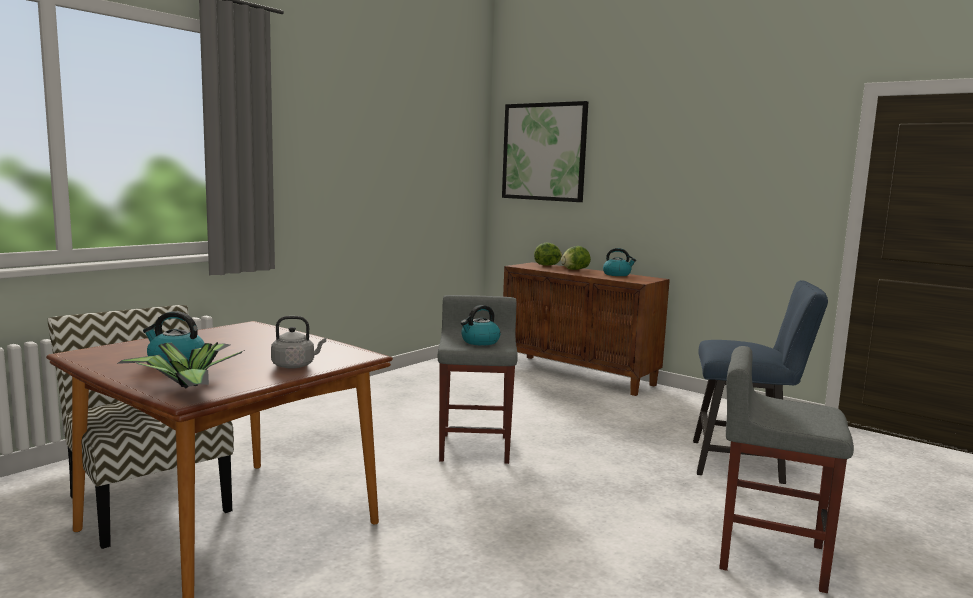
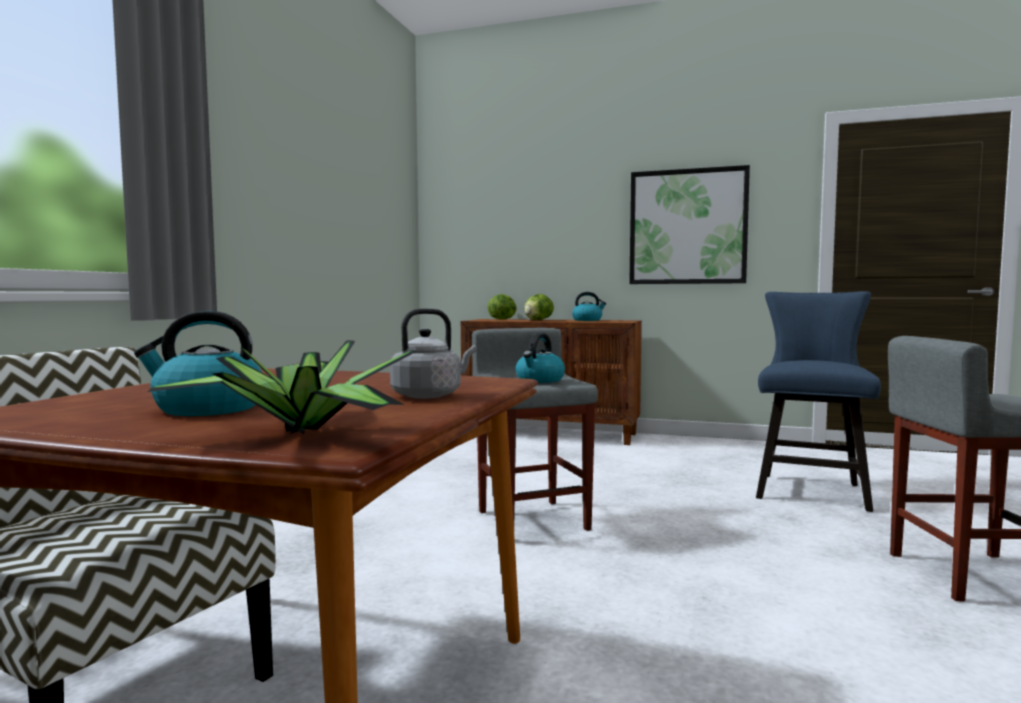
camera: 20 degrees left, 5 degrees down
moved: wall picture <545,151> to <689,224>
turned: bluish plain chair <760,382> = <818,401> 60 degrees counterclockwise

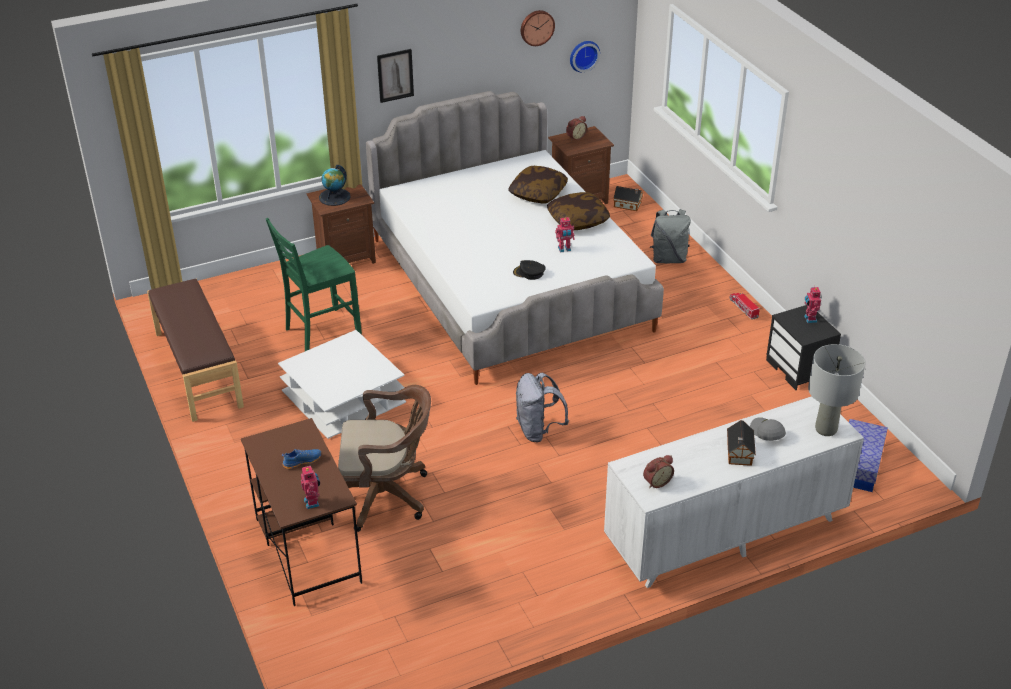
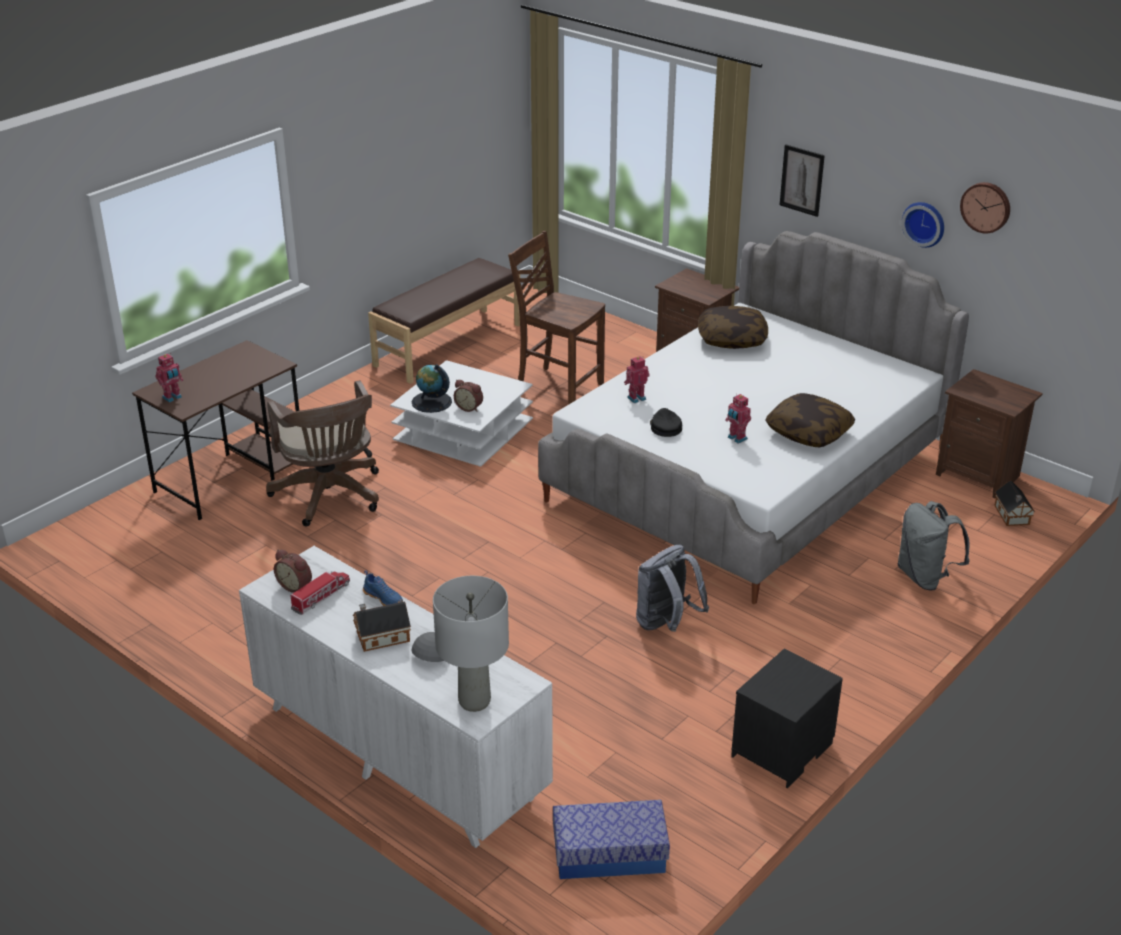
camera: 65 degrees right, 5 degrees down
moved: bluish item of footwear <301,459> to <383,588>; globe <335,185> to <432,388>; cushion <538,184> to <733,327>; grey backpack <542,407> to <672,588>; alarm clock <576,128> to <468,396>; hanging clock <585,56> to <923,225>; toy lorry <744,306> to <320,593>; robot figure <812,304> to <637,379>
recoloured: greenish plain chair <314,284> to brown plain chair <556,317>

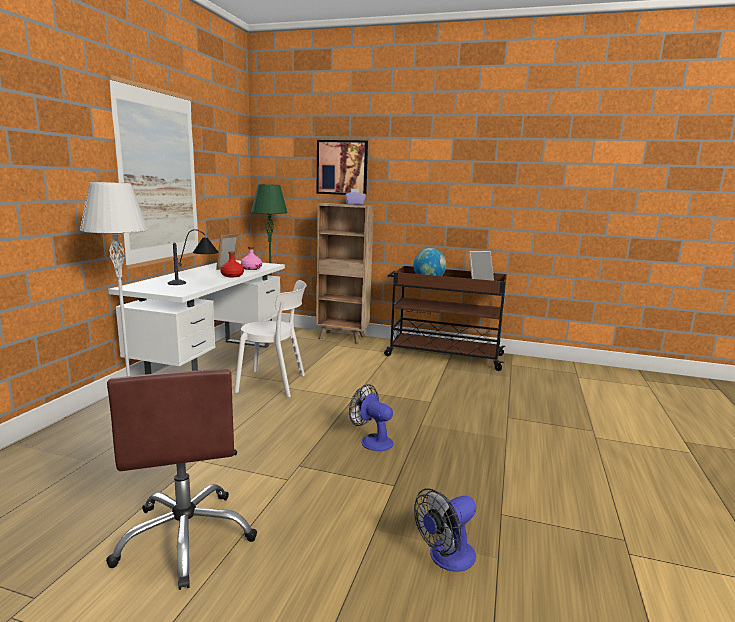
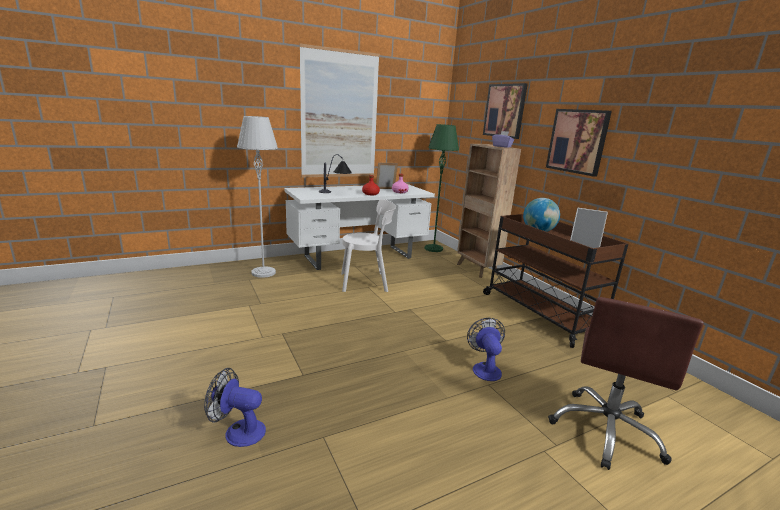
camera: 45 degrees right, 5 degrees up
added: wall picture <579,143>
moved: brown office chair <181,479> to <626,383>; electric fan <371,417> to <486,349>
turned: whitish plain chair <270,338> = <368,245> 60 degrees counterclockwise

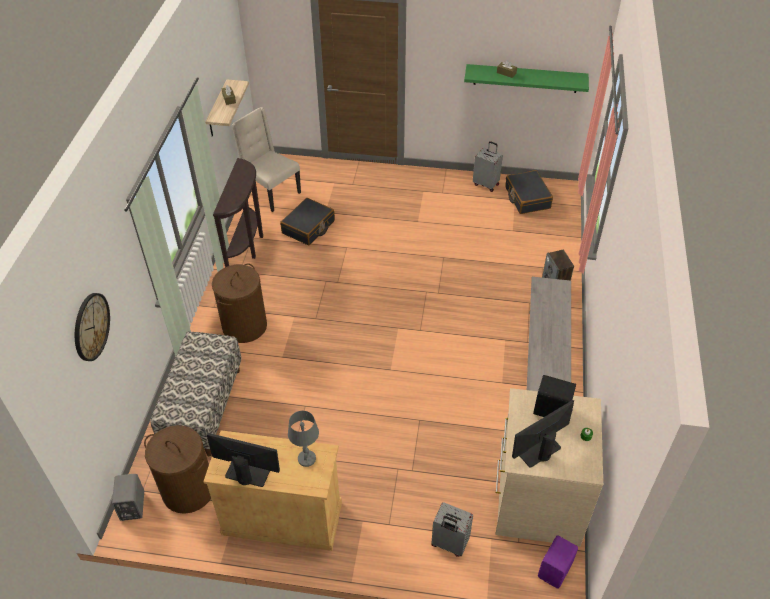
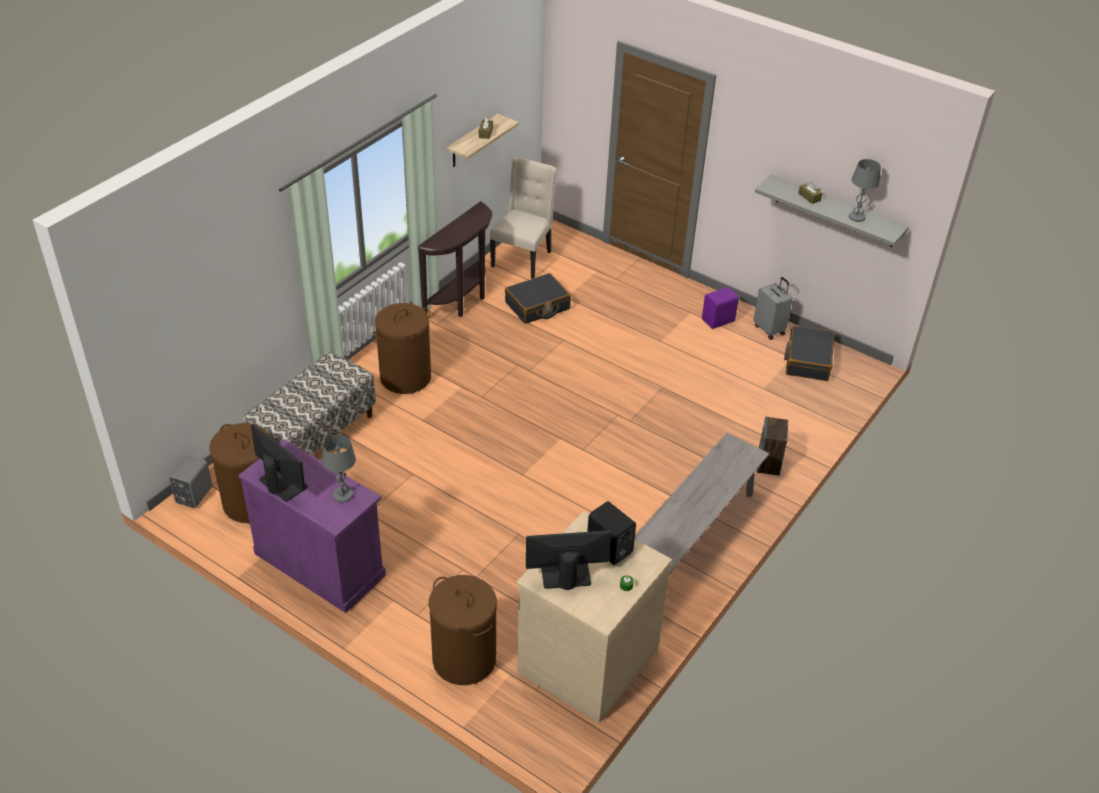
camera: 25 degrees right, 5 degrees down
removed: hanging clock <92,327>
added: grey lamp for a table <865,190>
moved: purplish speaker <558,562> to <720,308>
replaced: grey piece of luggage <452,529> to brown laundry basket <462,630>
recoloured: sand-coloured storage cabinet <272,490> to purplish storage cabinet <312,526>; greenish shelf <526,78> to grey shelf <832,210>
turned: sand-coloured plain chair <266,159> = <523,218> 45 degrees clockwise

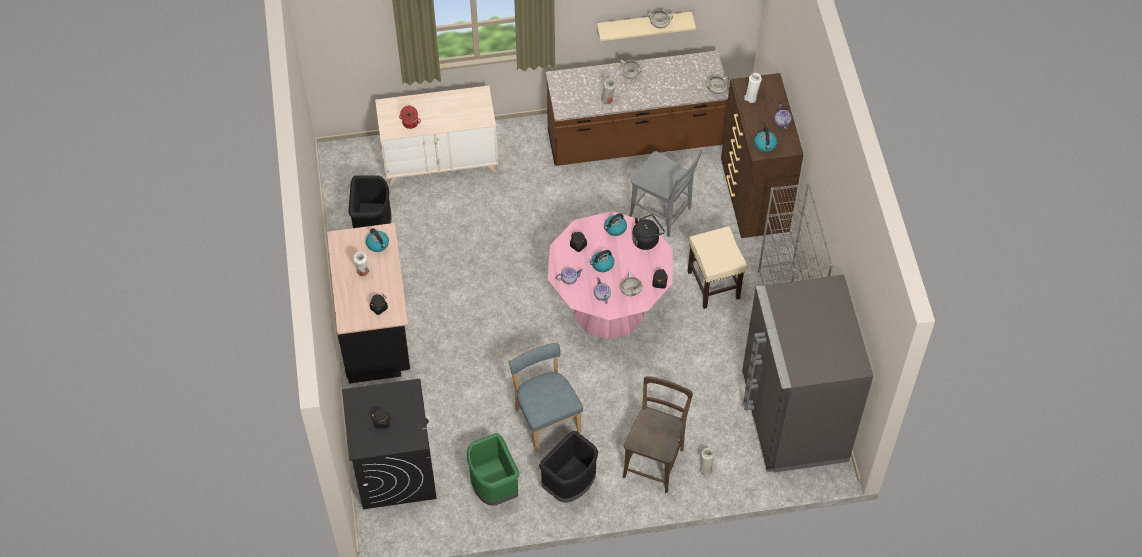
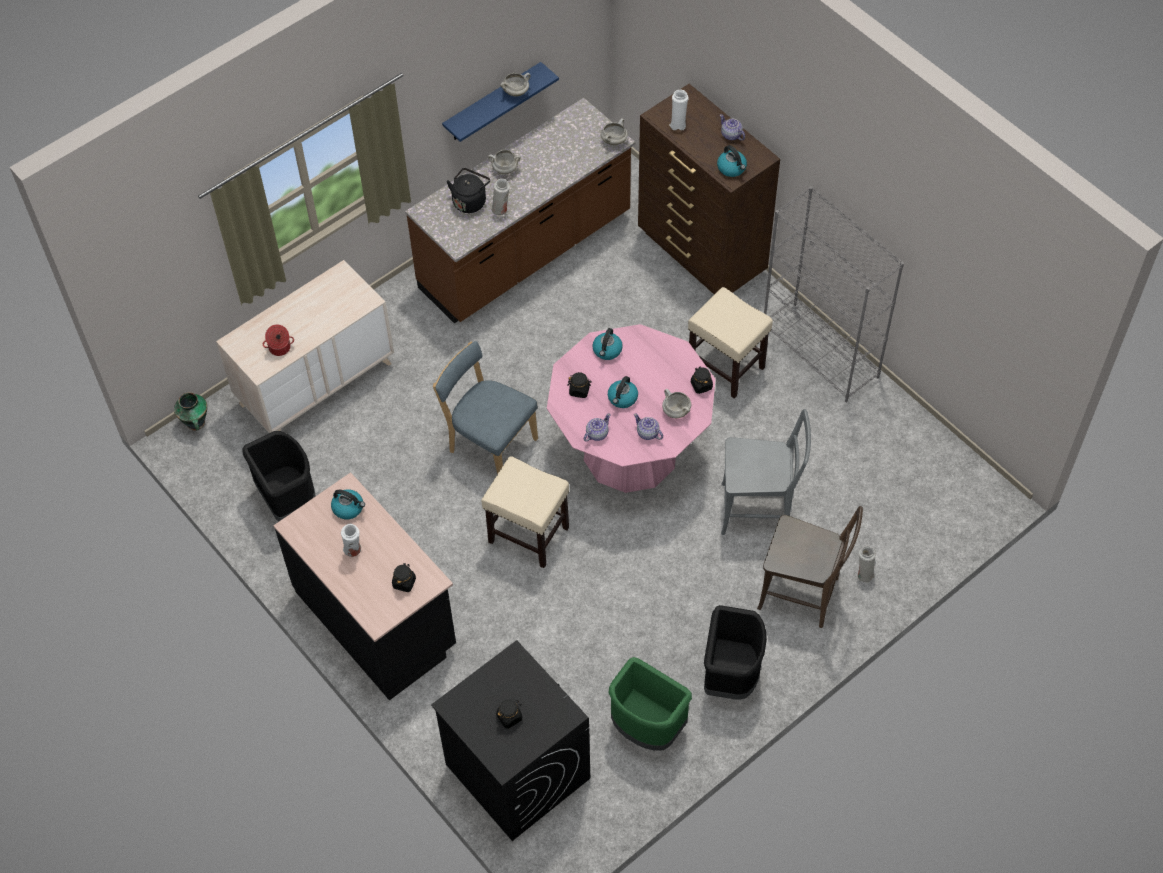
camera: 30 degrees left, 0 degrees up
removed: grey fridge <807,373>
added: vase <190,411>; sand-coloured stool <525,512>
moved: bluish plain chair <545,396> to <485,407>; grey plain chair <665,193> to <766,472>; black-coloured tea kettle <648,232> to <468,190>
recoloured: sand-coloured shelf <646,26> to bluish shelf <500,102>
turned: brown plain chair <657,434> = <810,567> 120 degrees clockwise

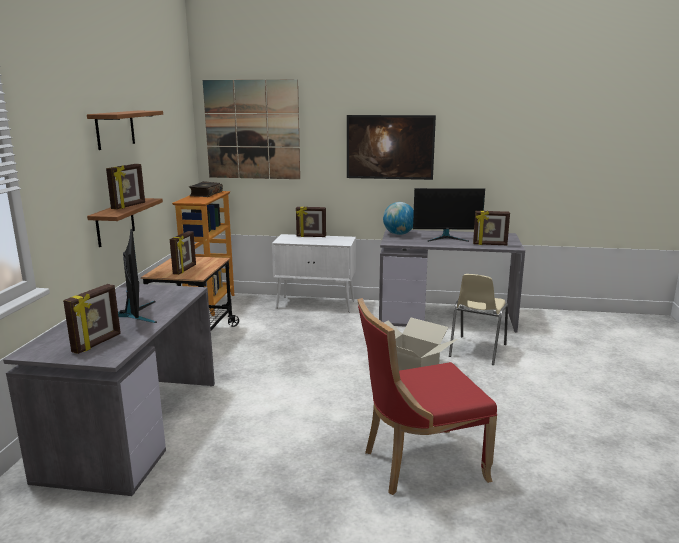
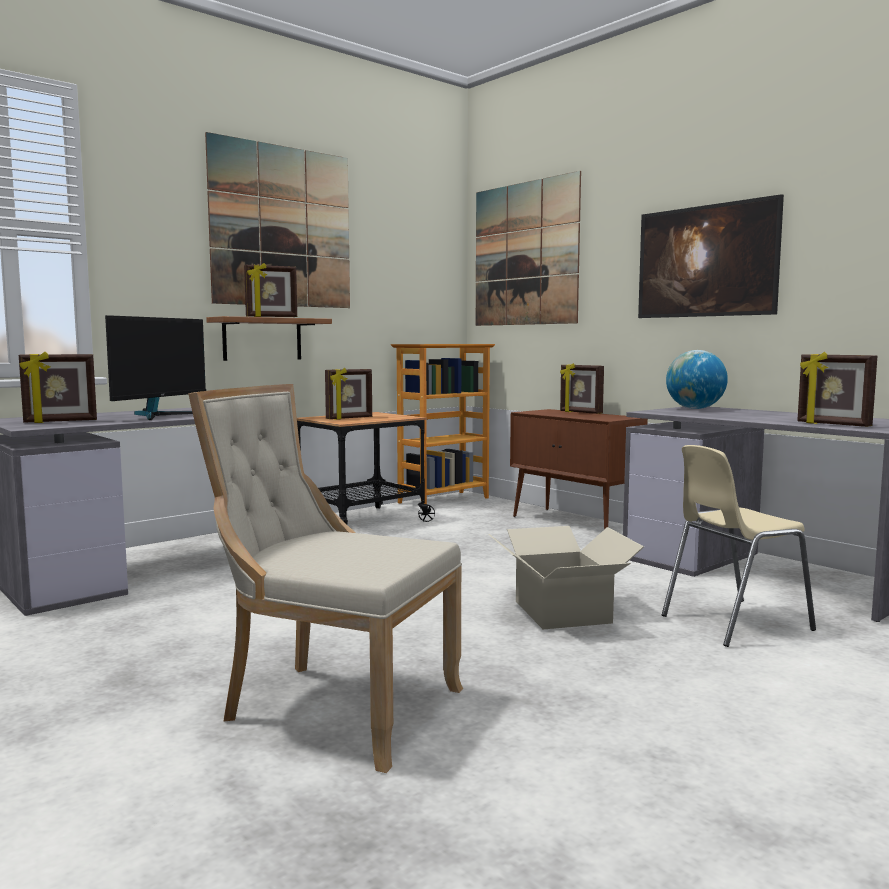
camera: 40 degrees right, 10 degrees down
removed: book <206,189>; computer screen <449,215>
replaced: shelf <125,130> to wall picture <277,220>
recoloured: whitish storage cabinet <314,273> to brown storage cabinet <579,469>; red-coloured plain chair <427,396> to sand-coloured plain chair <325,578>

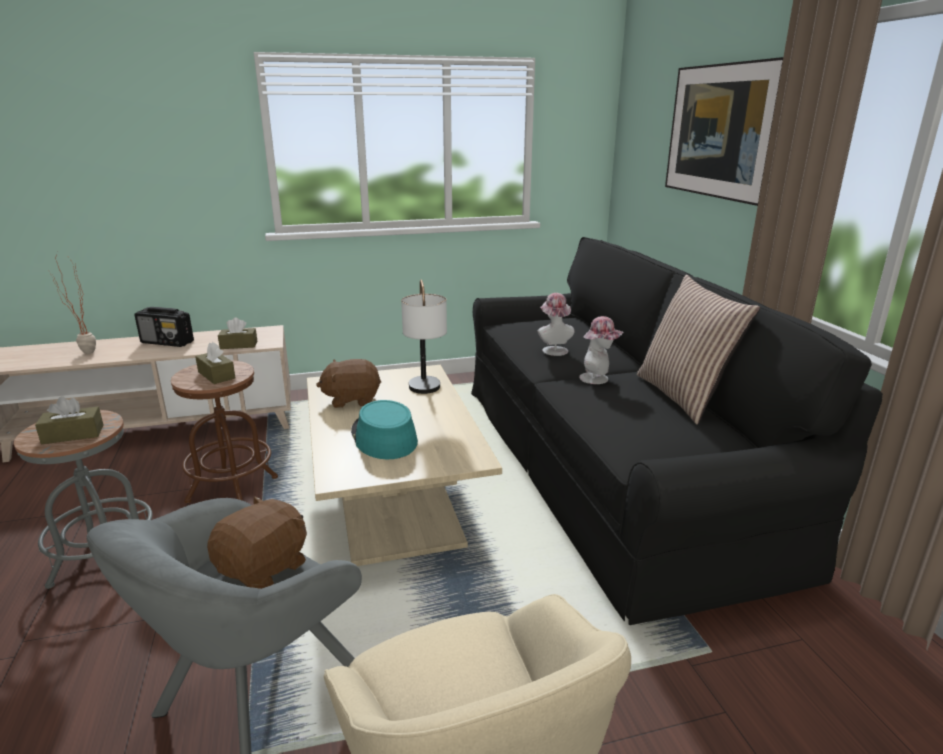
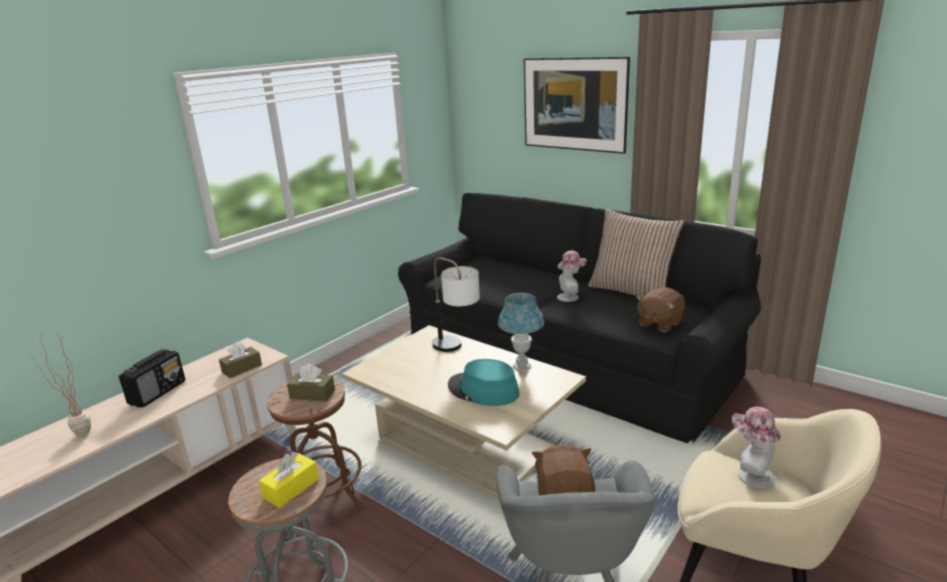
camera: 35 degrees left, 0 degrees up
added: bluish lamp for a table <521,332>
moved: brown plush toy <348,383> to <660,309>; hat <556,324> to <756,447>
recoloured: brown box of tissues <69,420> to yellow-coloured box of tissues <289,479>
turned: radio receiver <164,327> = <152,378> 45 degrees counterclockwise

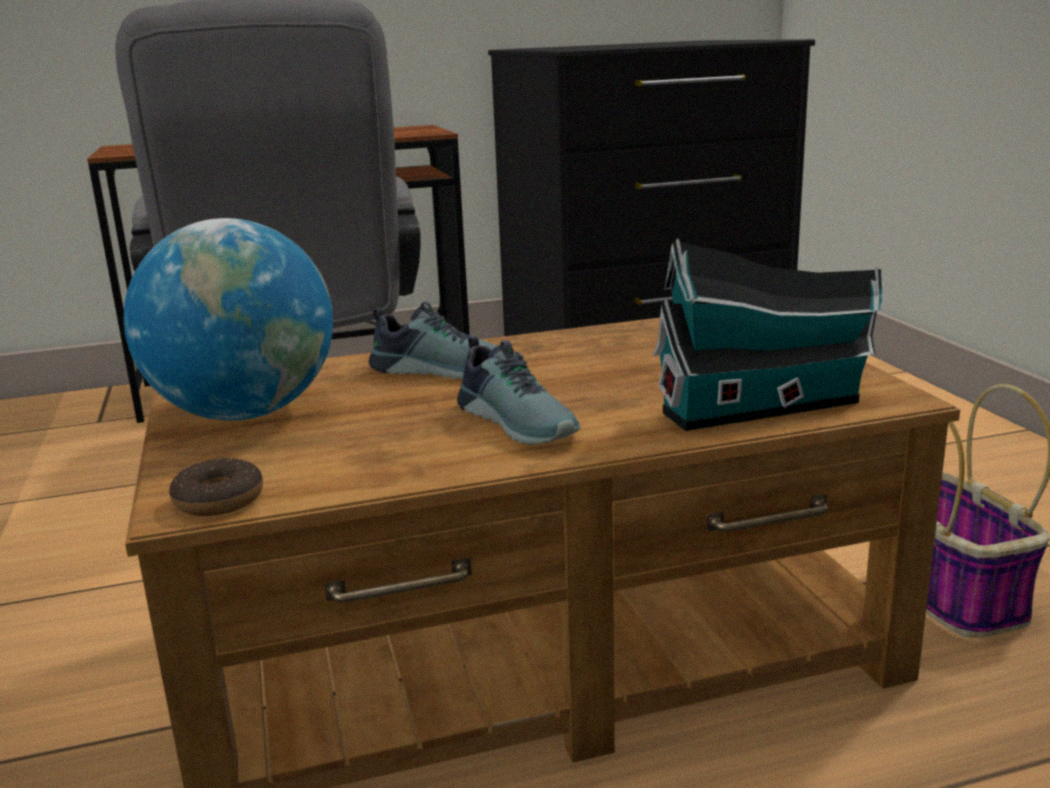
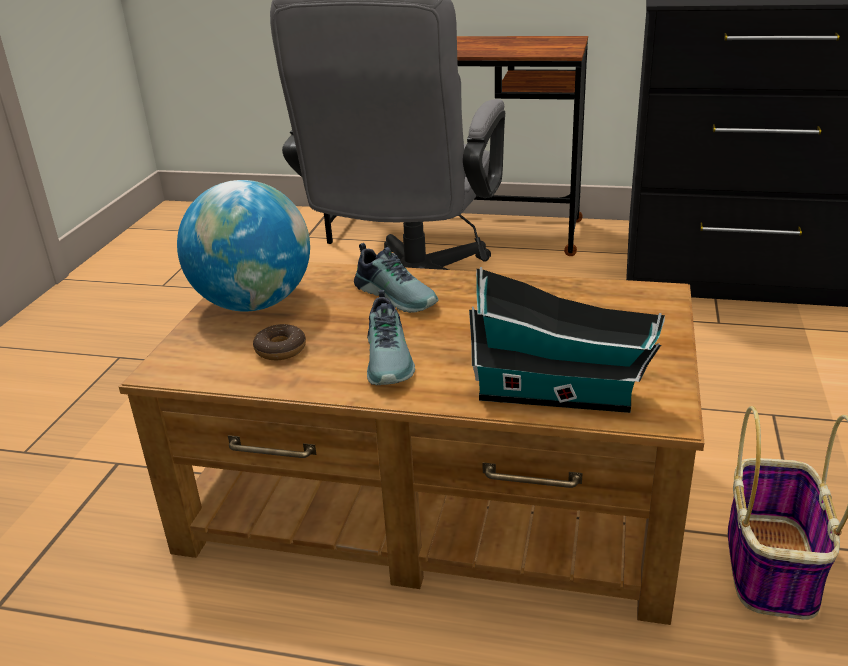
camera: 30 degrees right, 10 degrees up
moved: ring doughnut <216,487> to <279,342>

